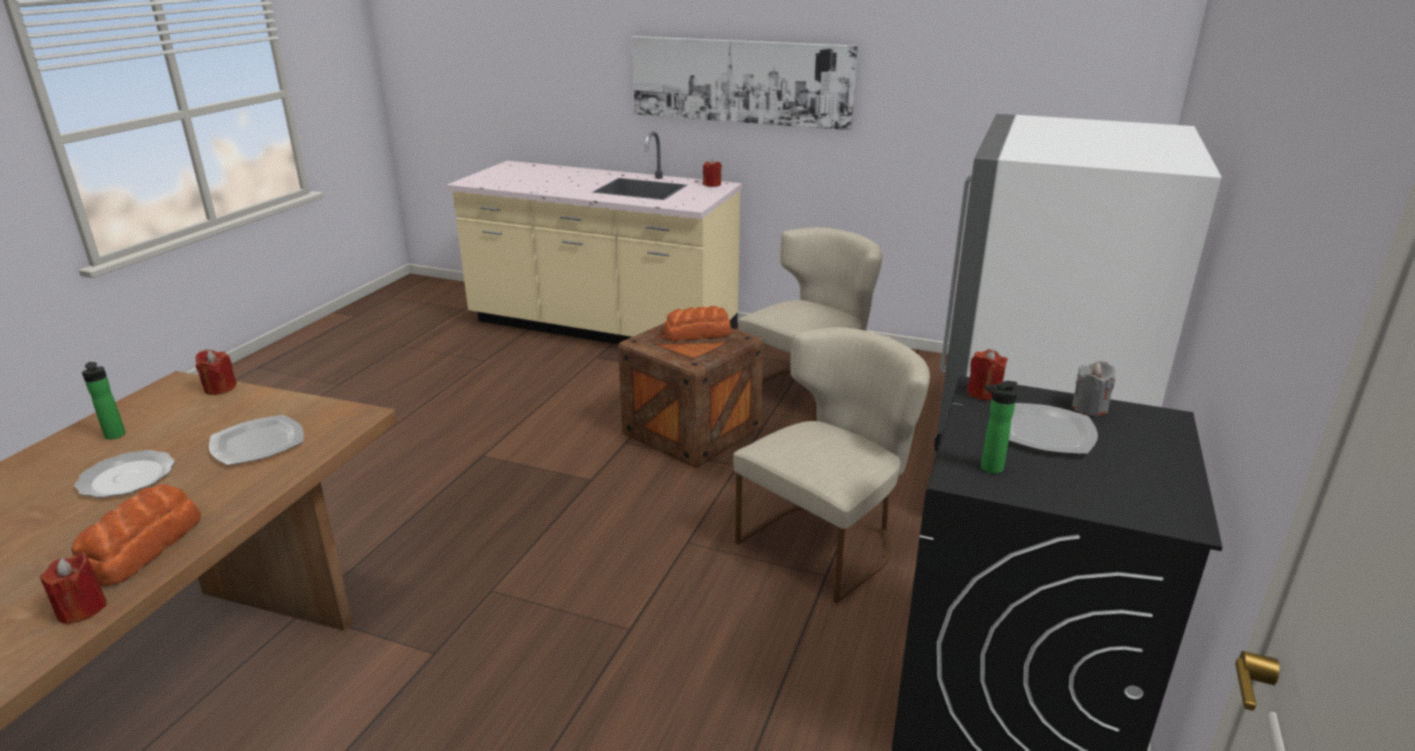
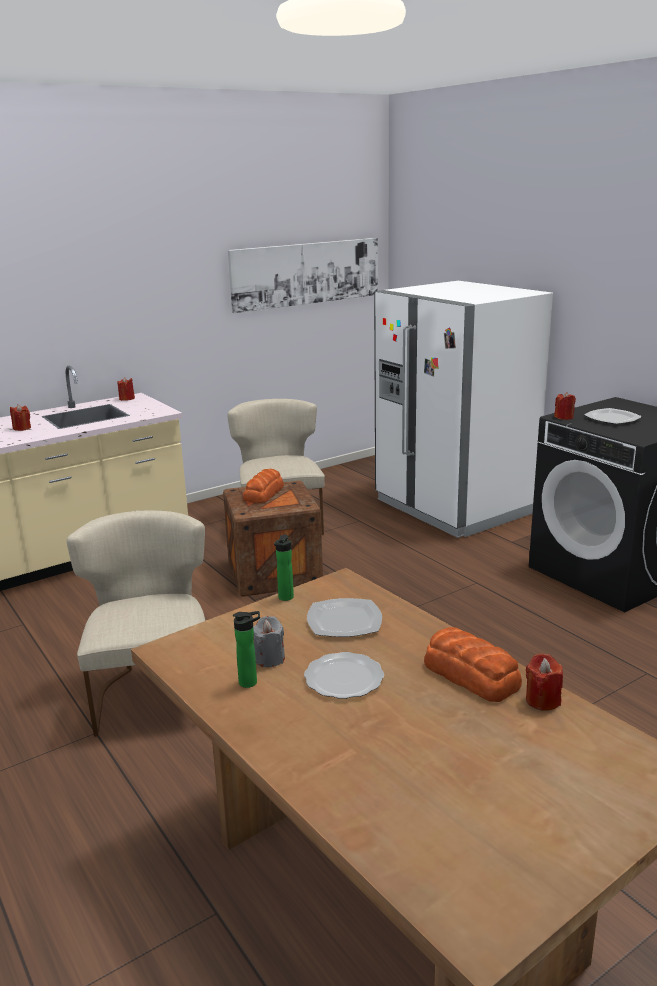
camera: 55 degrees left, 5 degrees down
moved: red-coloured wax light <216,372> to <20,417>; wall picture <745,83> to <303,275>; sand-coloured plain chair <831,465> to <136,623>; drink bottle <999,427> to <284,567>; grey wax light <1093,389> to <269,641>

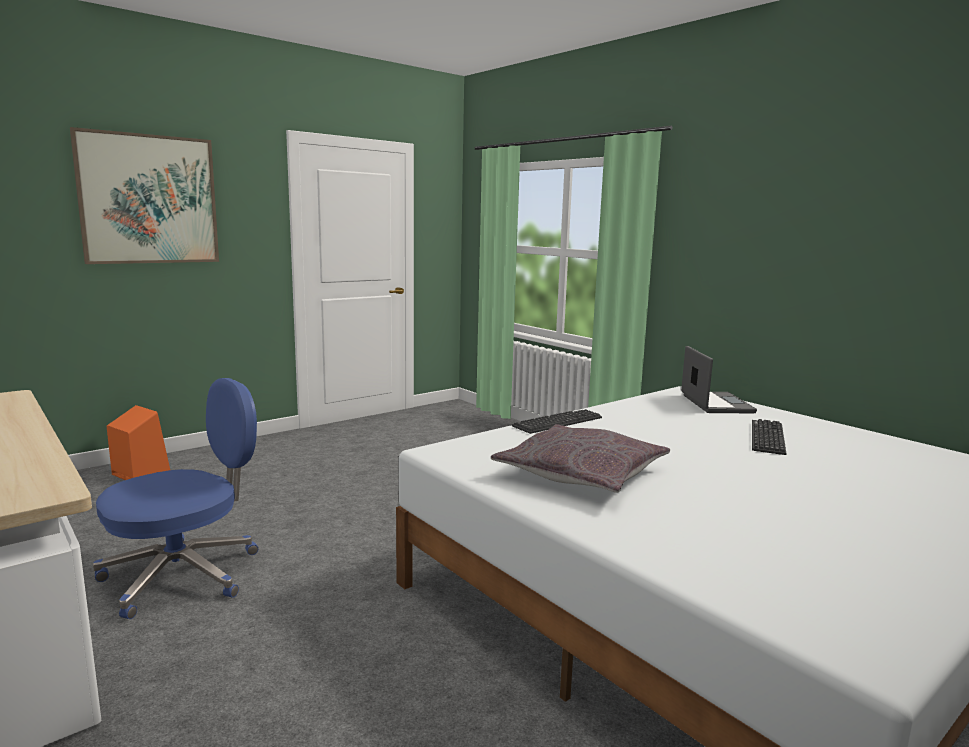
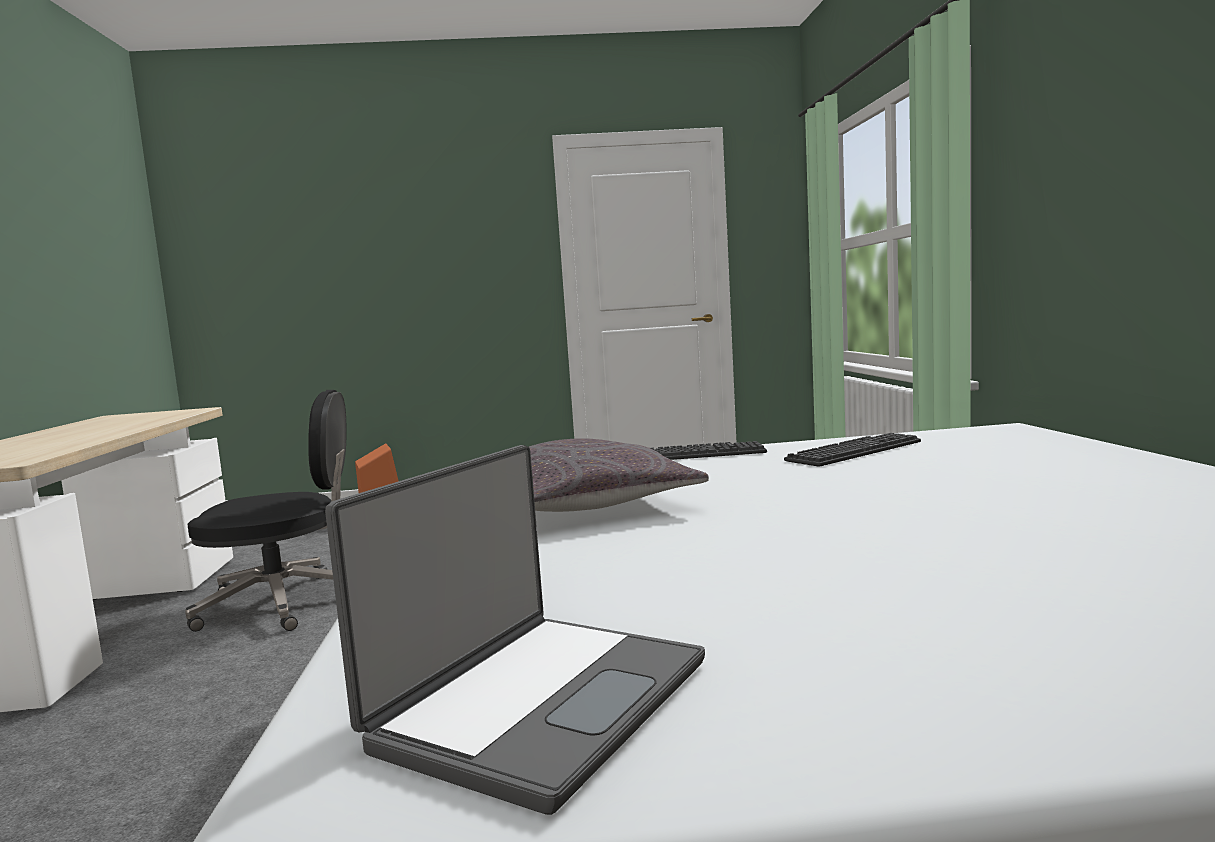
camera: 35 degrees right, 5 degrees down
removed: wall picture <144,195>
moved: portable computer <719,379> to <515,630>; computer keyboard <769,437> to <852,449>
recoloured: bluish office chair <175,498> to black-coloured office chair <265,511>

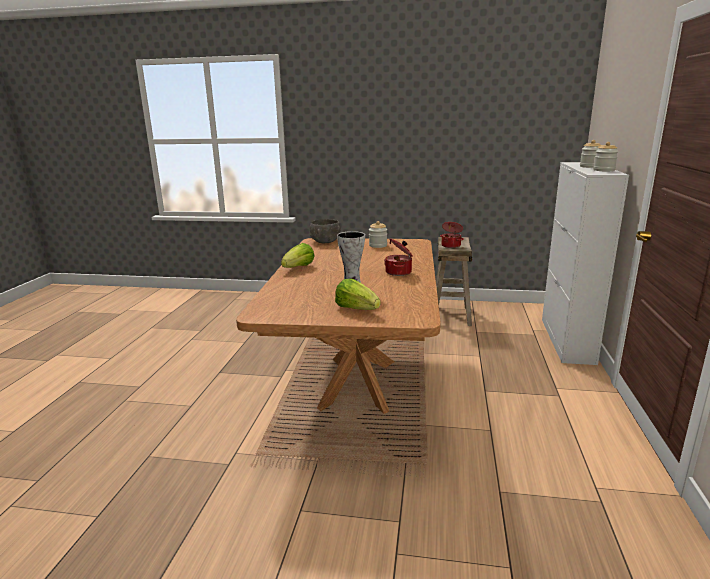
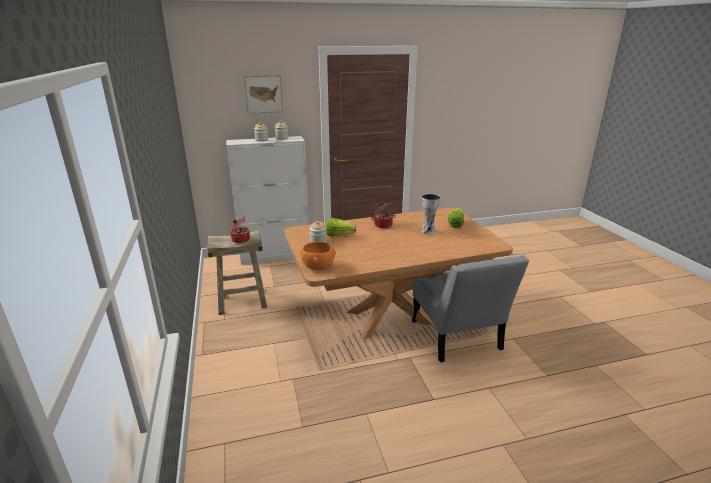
camera: 115 degrees left, 5 degrees up
added: wall picture <263,94>; grey plain chair <470,308>
moved: lettuce head <297,255> to <341,227>
recoloured: grey deep dish <325,231> to orange deep dish <318,256>

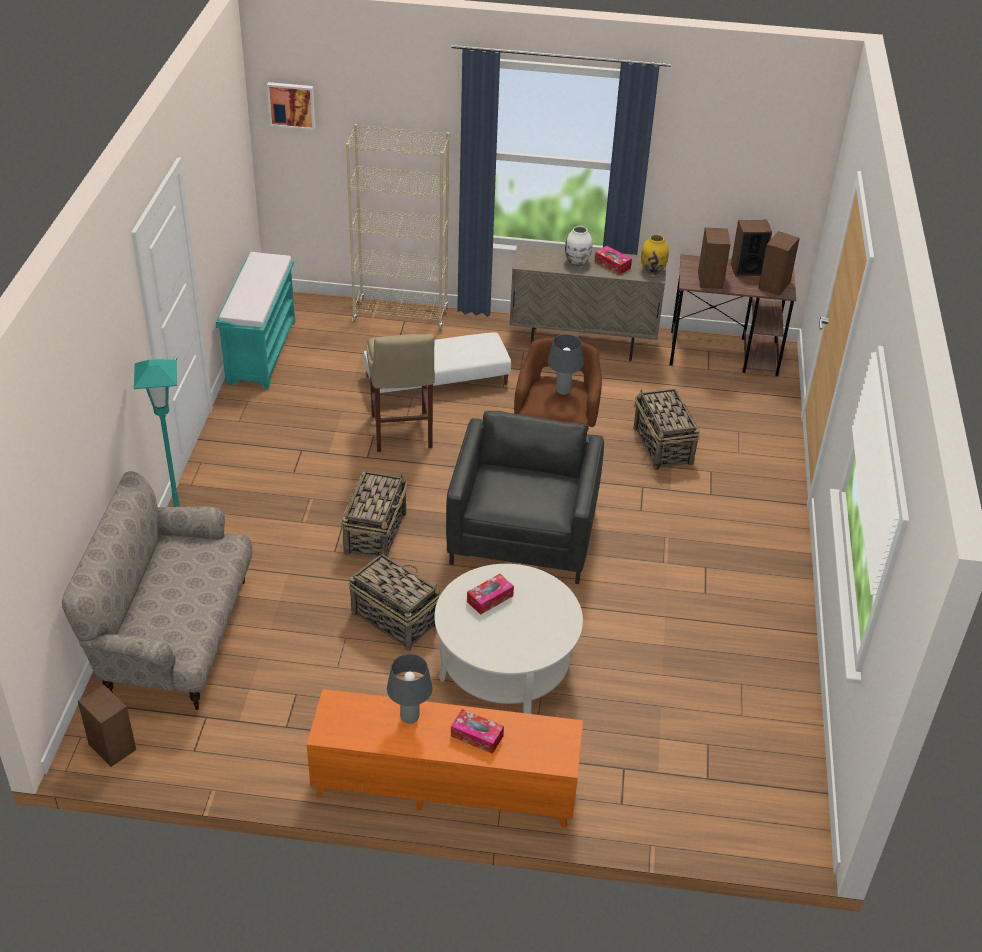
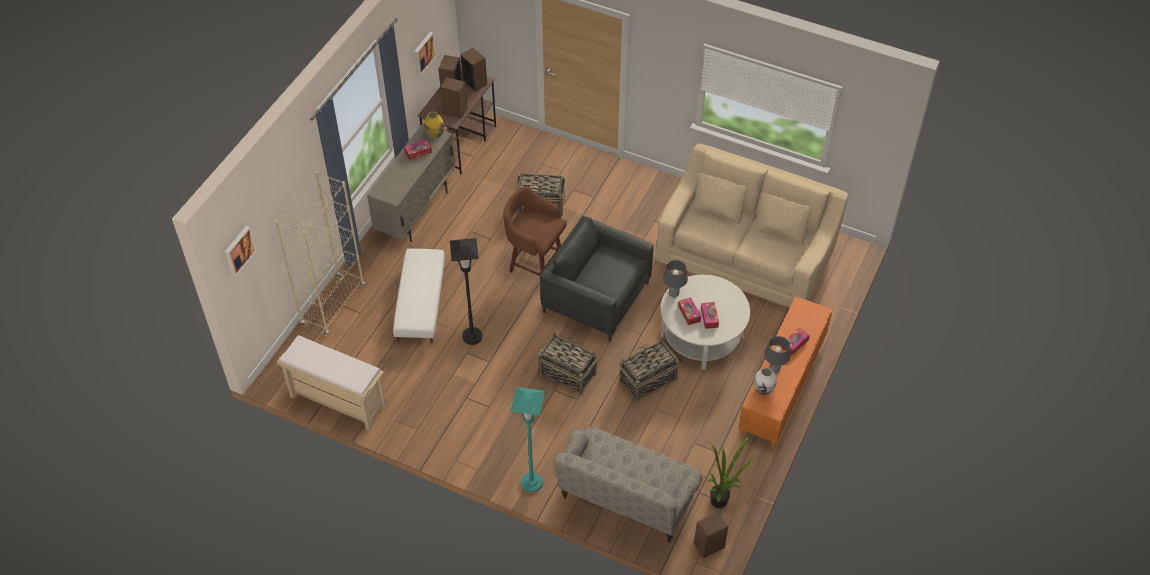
camera: 70 degrees left, 10 degrees up
added: wall picture <425,54>; sand-coloured couch <752,225>; box of tissues <710,315>; houseplant <731,471>
moved: grey lamp for a table <566,364> to <675,278>; whitish vase <578,246> to <765,381>
replaced: sand-coloured stool <400,393> to black-coloured standard lamp <466,291>
recoloured: turquoise long seat <255,320> to sand-coloured long seat <332,383>

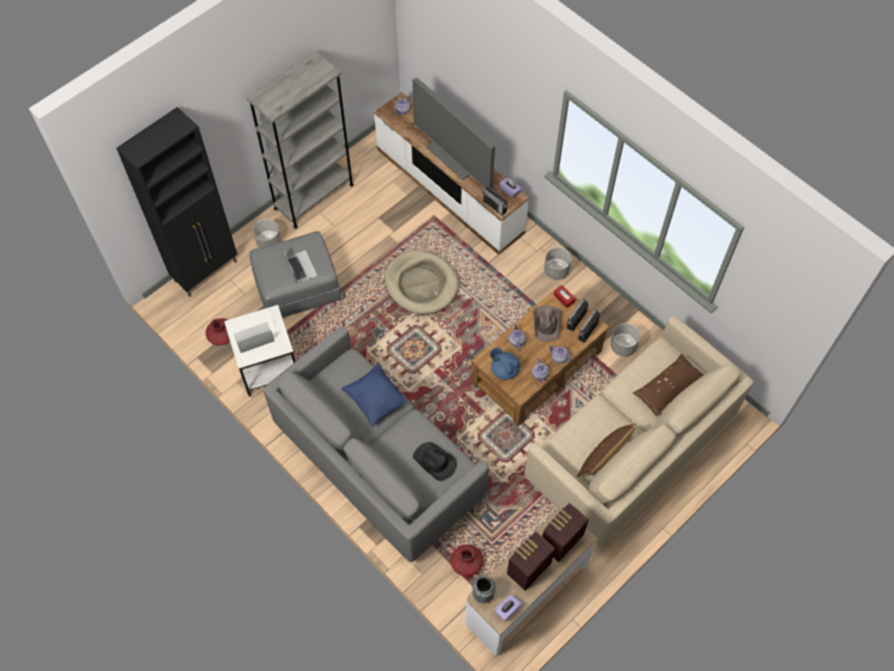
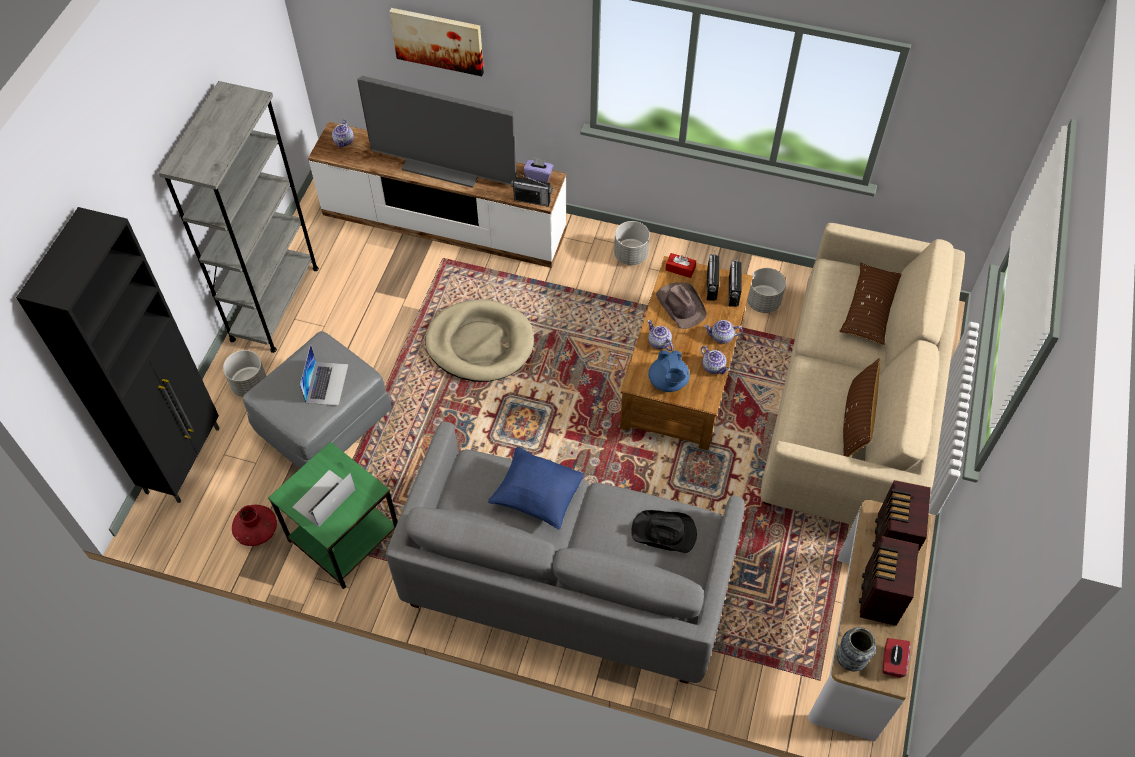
camera: 30 degrees left, 5 degrees down
removed: red-coloured vase <467,560>
added: wall picture <436,42>
recoloured: whitish side table <260,351> to greenish side table <333,515>; purplish box of tissues <508,607> to red-coloured box of tissues <896,658>
turned: portable computer <299,266> = <324,375> 60 degrees clockwise; bluish pot for tea <505,364> = <668,371> 105 degrees counterclockwise

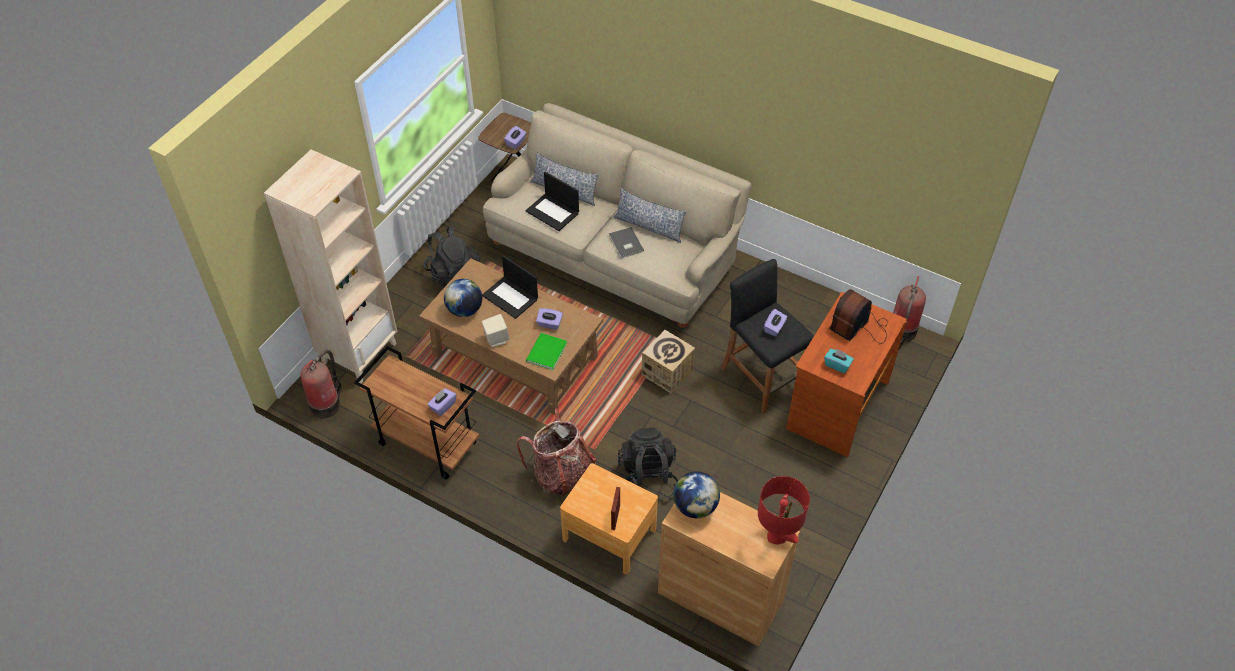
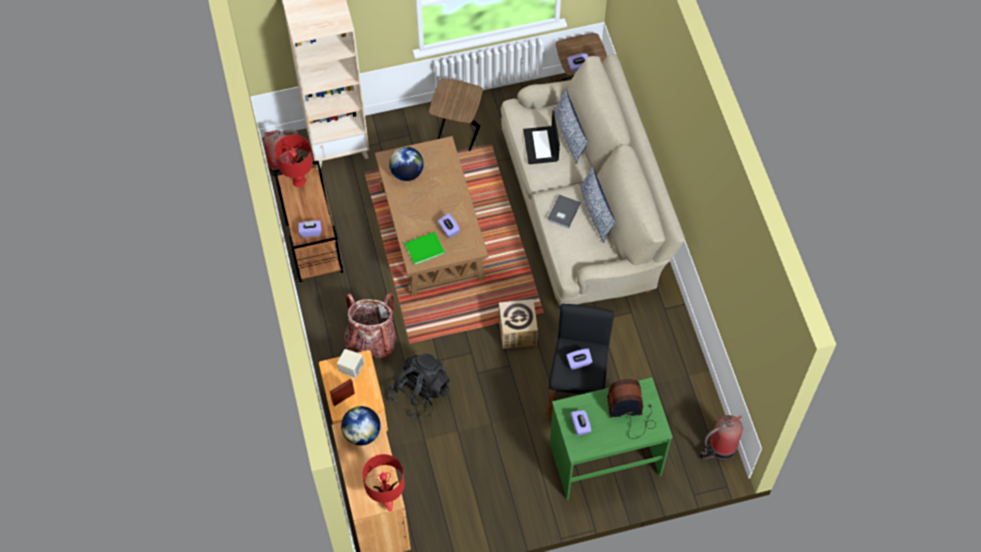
camera: 45 degrees right, 10 degrees up
removed: portable computer <510,287>
added: red-coloured lamp for a table <294,161>
moved: sand-coloured speaker <495,330> to <350,363>
replaced: black-coloured backpack <451,257> to brown side table <456,114>
recoloured: brown desk unit <846,374> to greenish desk unit <611,438>; turquoise box of tissues <839,361> to purplish box of tissues <581,423>

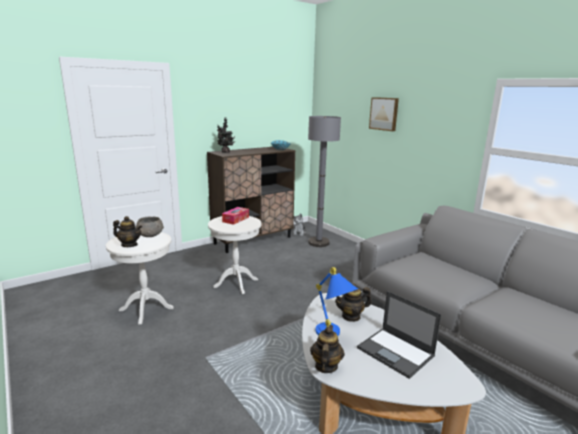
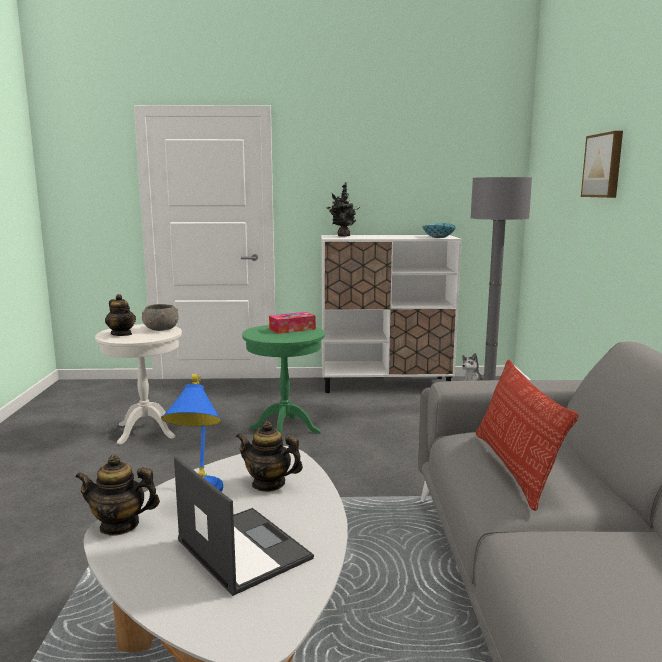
camera: 35 degrees right, 5 degrees down
added: cushion <527,435>
recoloured: brown storage cabinet <251,200> to whitish storage cabinet <391,314>; whitish side table <234,255> to greenish side table <283,379>
turned: pot for tea <327,349> = <117,495> 135 degrees counterclockwise; portable computer <399,335> = <244,526> 150 degrees clockwise

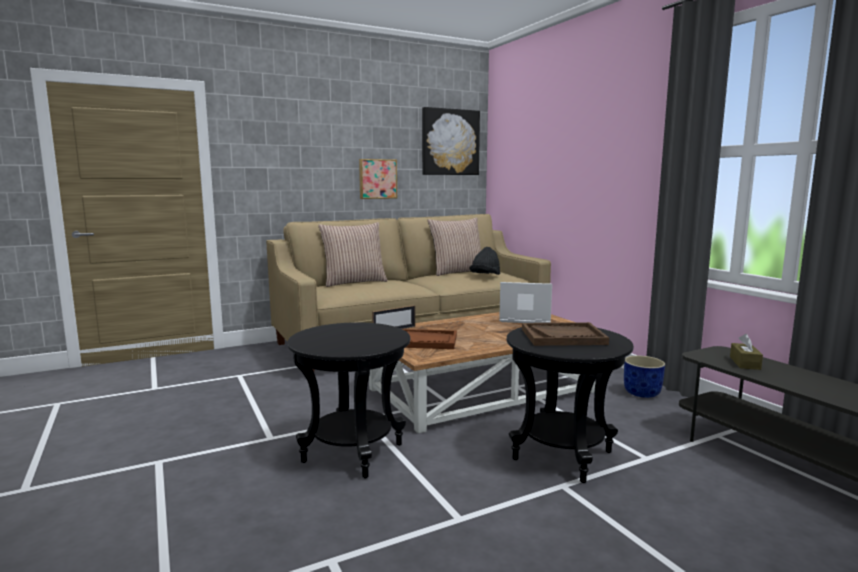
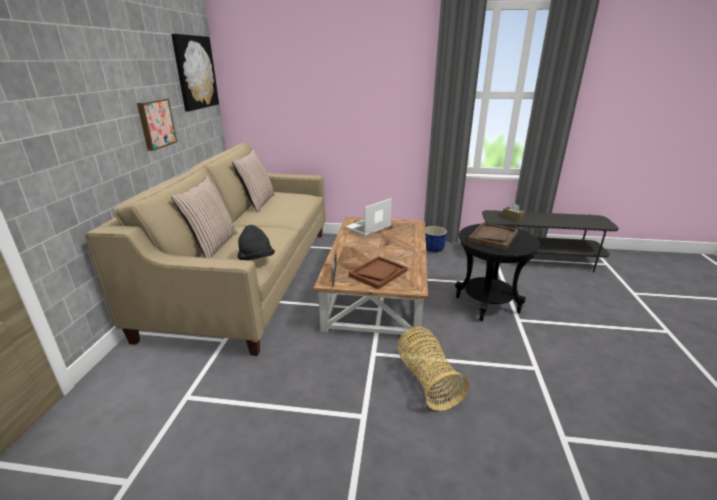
camera: 55 degrees left, 15 degrees up
moved: black-coloured hat <484,261> to <256,243>
replaced: black-coloured side table <348,400> to basket <433,368>

